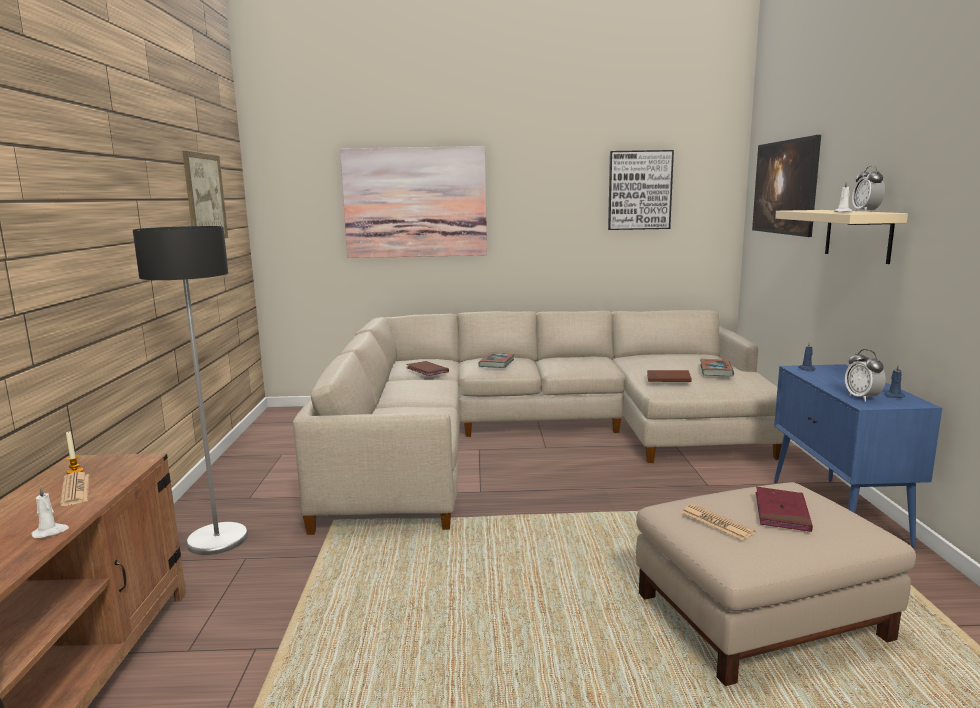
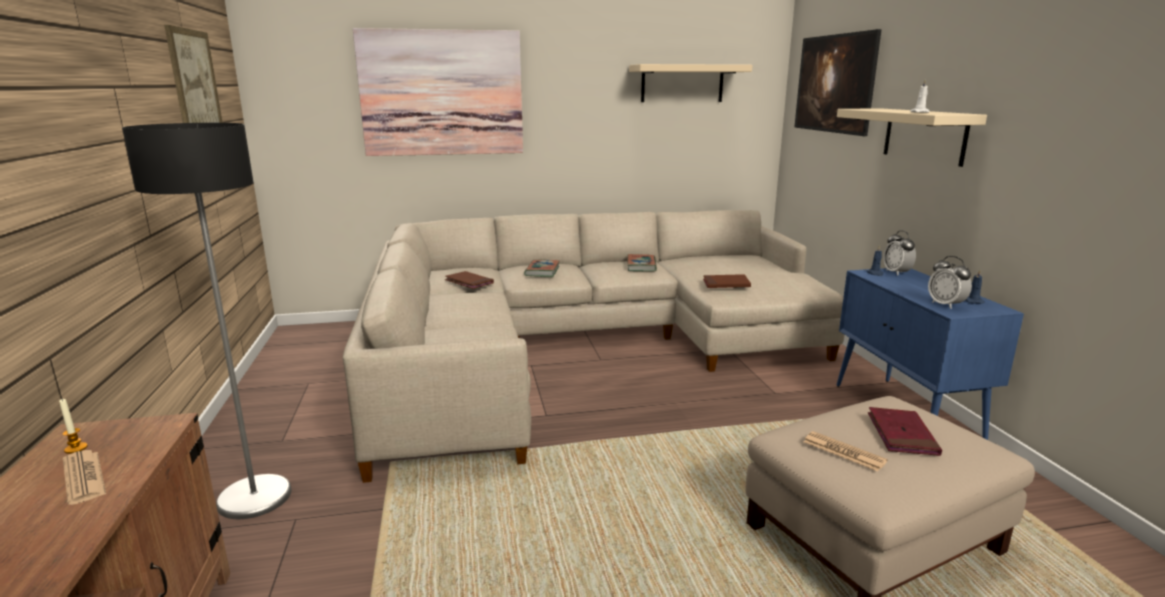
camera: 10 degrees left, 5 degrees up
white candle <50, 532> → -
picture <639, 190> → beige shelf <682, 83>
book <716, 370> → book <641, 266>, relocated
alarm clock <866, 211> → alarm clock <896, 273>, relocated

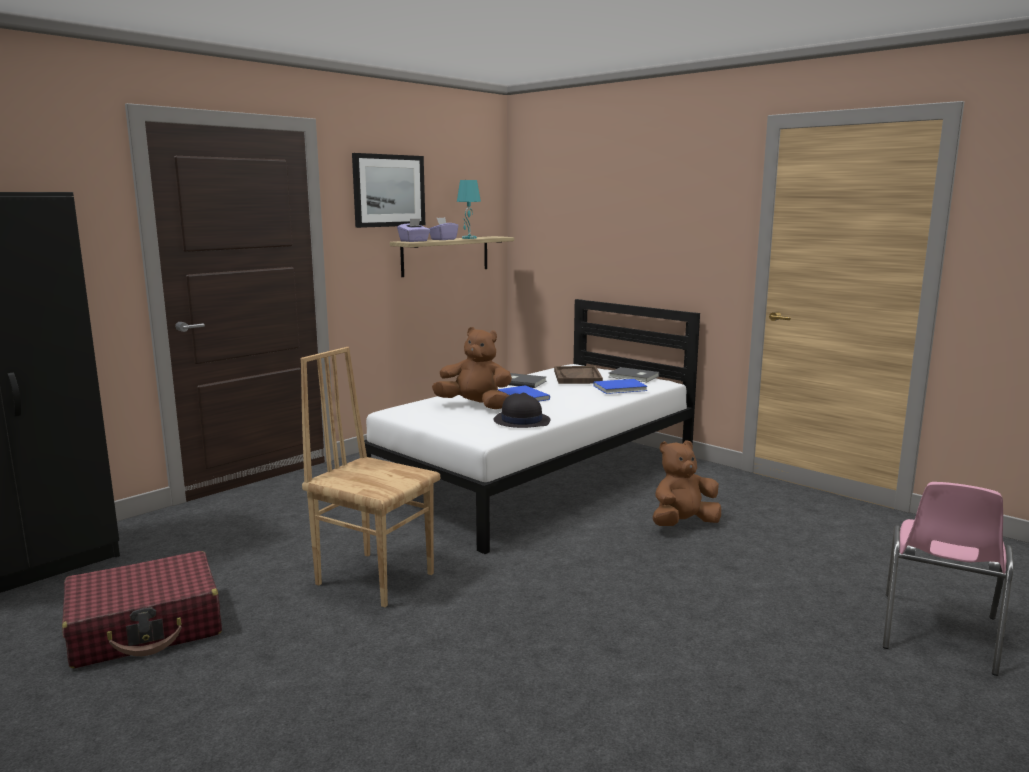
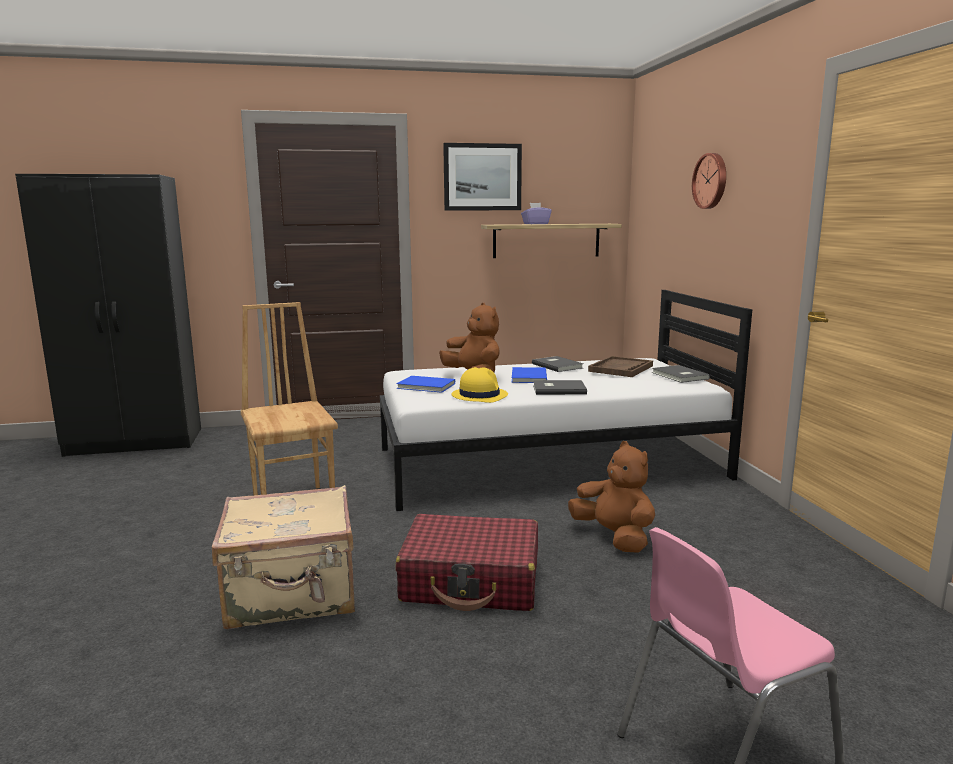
camera: 35 degrees right, 0 degrees up
red suitcase <146, 627> → red suitcase <471, 581>, relocated
purple tissue box <414, 241> → -
turquoise table lamp <469, 238> → -
black hat <521, 421> → yellow hat <479, 395>
blue book <621, 388> → blue book <426, 386>, relocated
brown plush toy <683, 524> → brown plush toy <614, 537>, 45 degrees clockwise
- → beige suitcase <293, 595>
- → grey book <558, 389>
- → wall clock <711, 181>

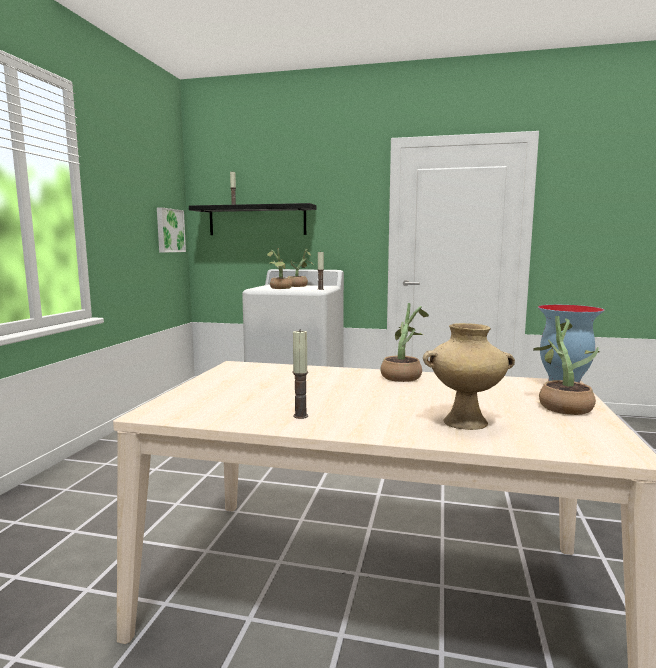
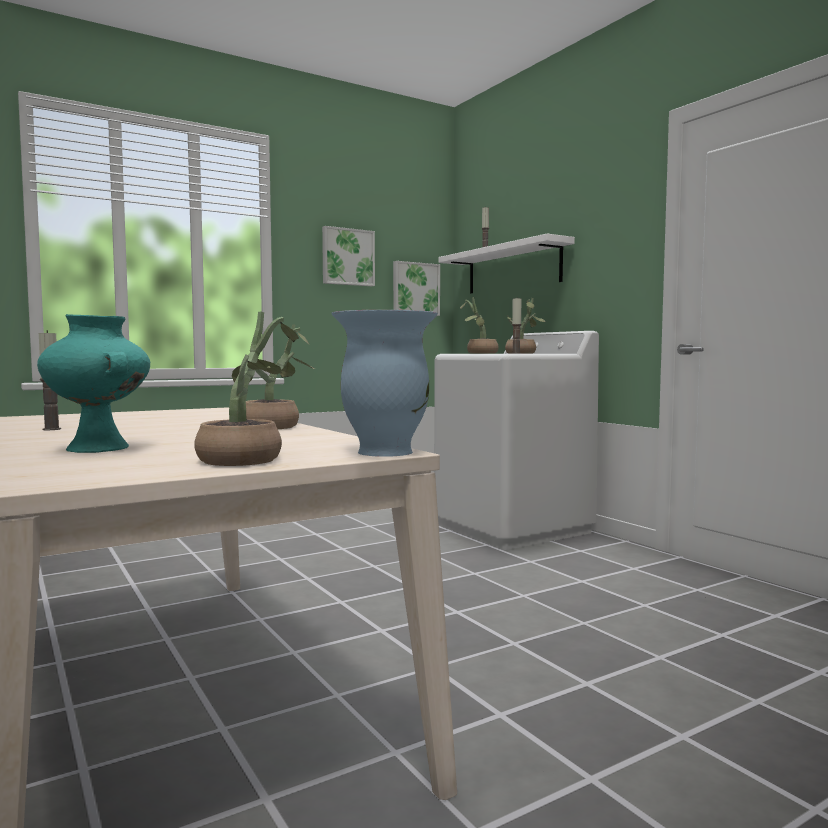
camera: 45 degrees right, 5 degrees down
black shelf <257, 220> → white shelf <513, 268>
beige vase <466, 422> → turquoise vase <100, 448>
- → picture <347, 257>

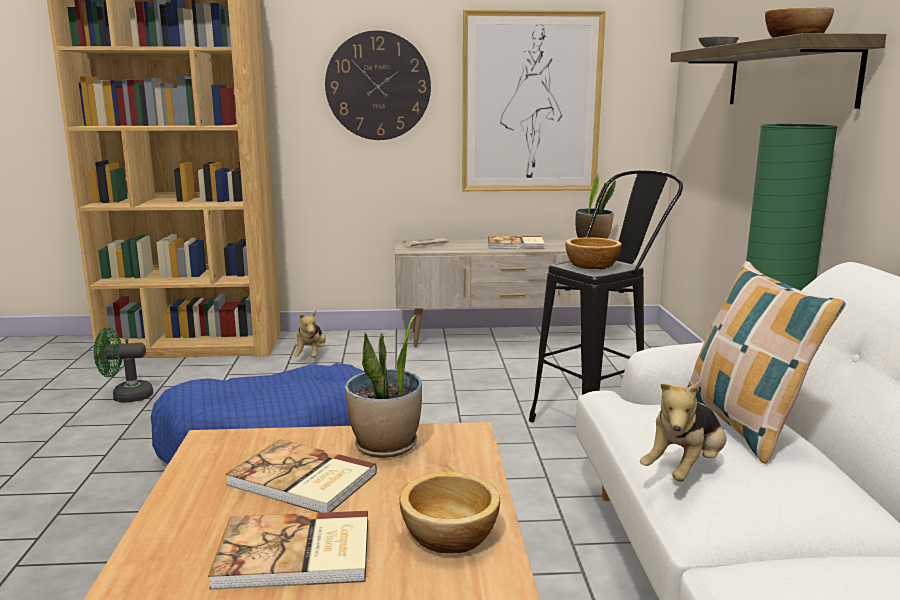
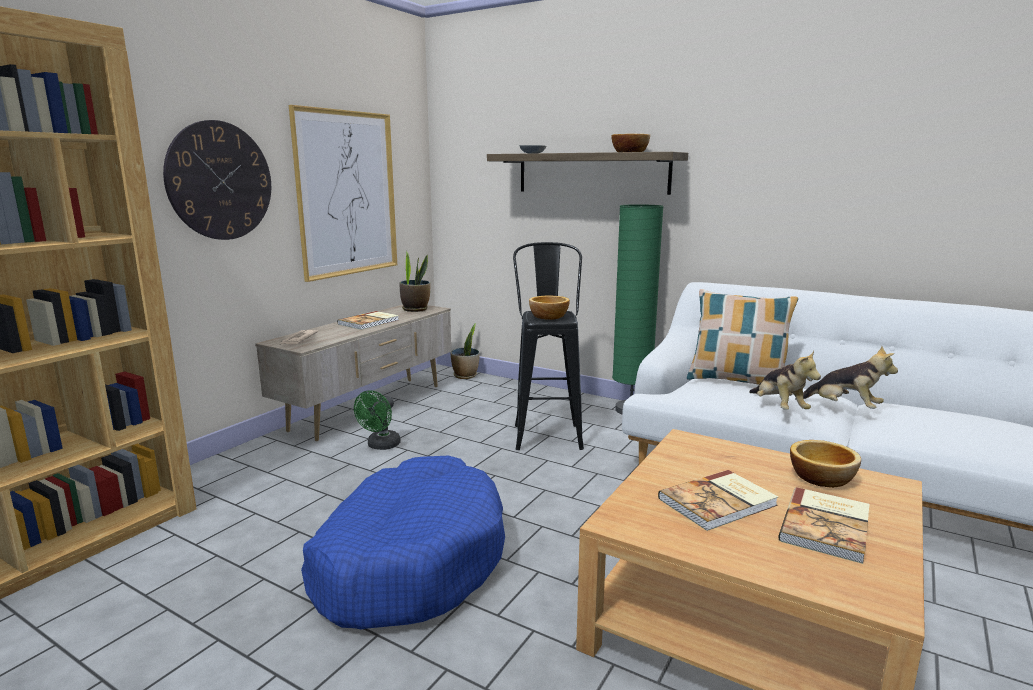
camera: 55 degrees left, 0 degrees up
green fan <126, 396> → green fan <381, 446>, relocated
plush toy <311, 356> → plush toy <844, 407>, relocated
potted plant <386, 446> → potted plant <465, 376>, relocated

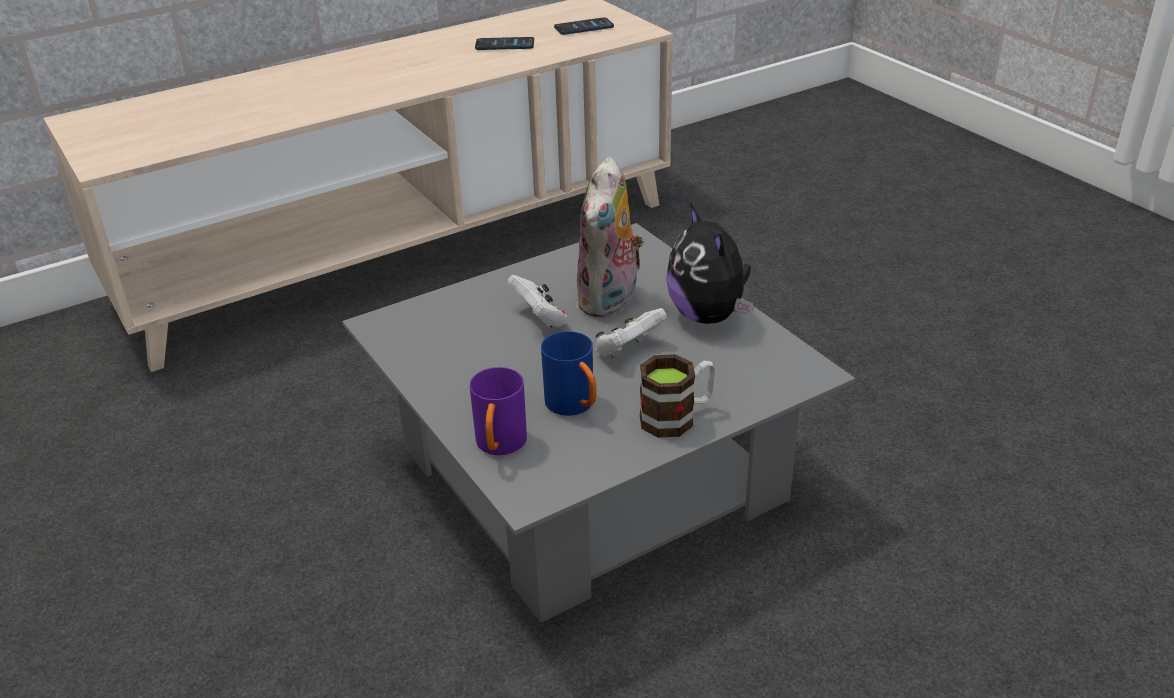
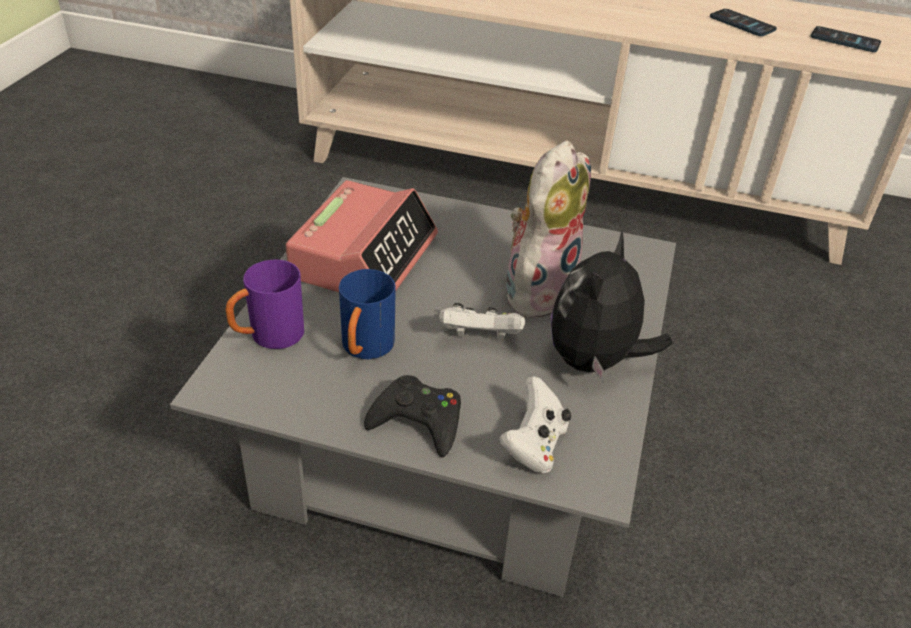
camera: 45 degrees right, 5 degrees up
white game controller <540, 319> → white game controller <534, 445>, relocated
plush toy <610, 301> → plush toy <538, 290>, 150 degrees clockwise
mug <677, 416> → black game controller <418, 421>
- → alarm clock <365, 256>

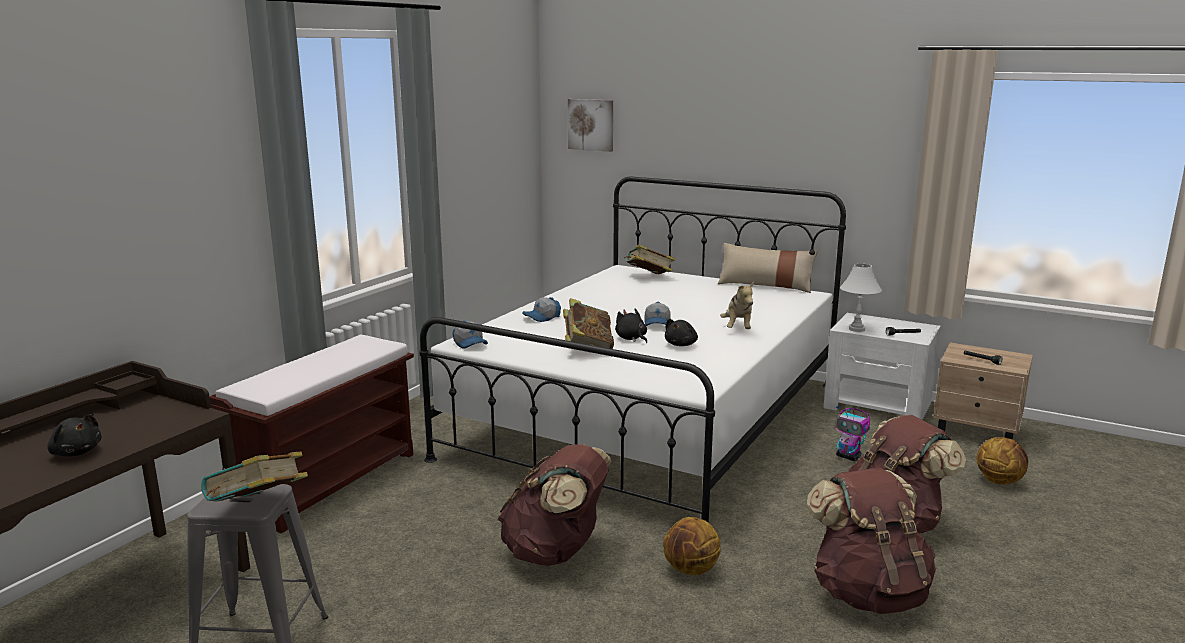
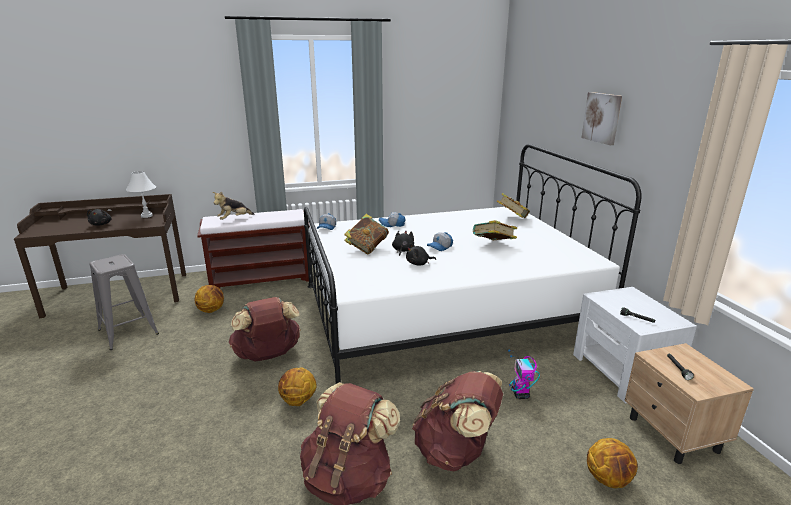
camera: 45 degrees right, 5 degrees up
book <258, 508> → book <493, 245>, relocated
picture <591, 124> → picture <602, 118>, relocated
beige pillow <765, 286> → -
plush toy <737, 328> → plush toy <234, 219>, relocated
white table lamp <857, 329> → white table lamp <146, 216>, relocated
- → basketball <211, 310>

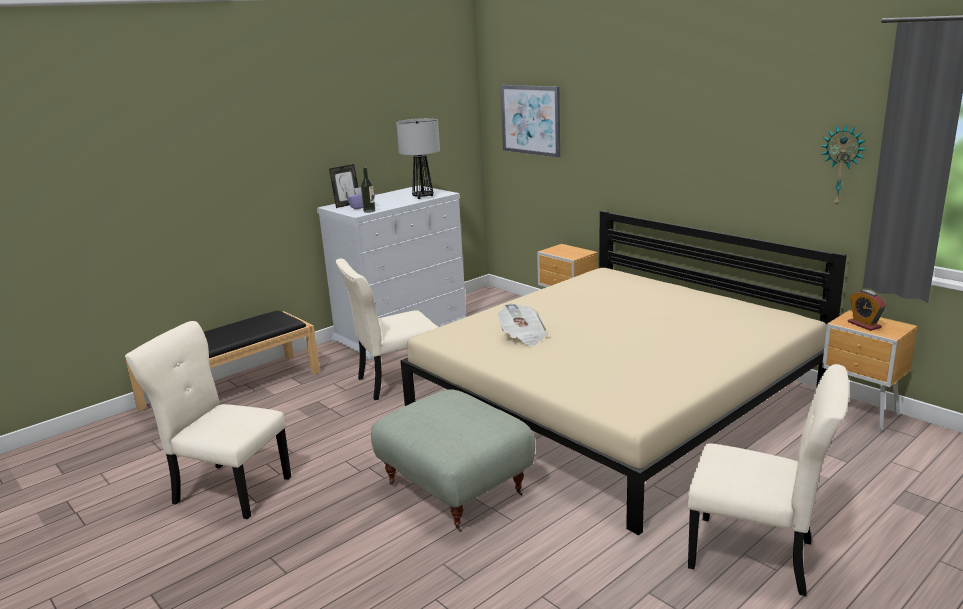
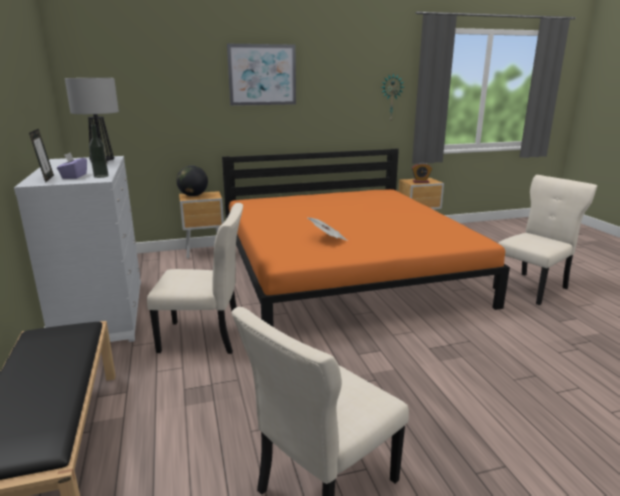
camera: 65 degrees left, 0 degrees up
beige chair <395, 382> → beige chair <205, 338>, 90 degrees counterclockwise
grey ottoman <456, 488> → -
beige bed <616, 401> → orange bed <344, 272>
picture <530, 120> → picture <262, 75>, relocated
- → globe <193, 195>

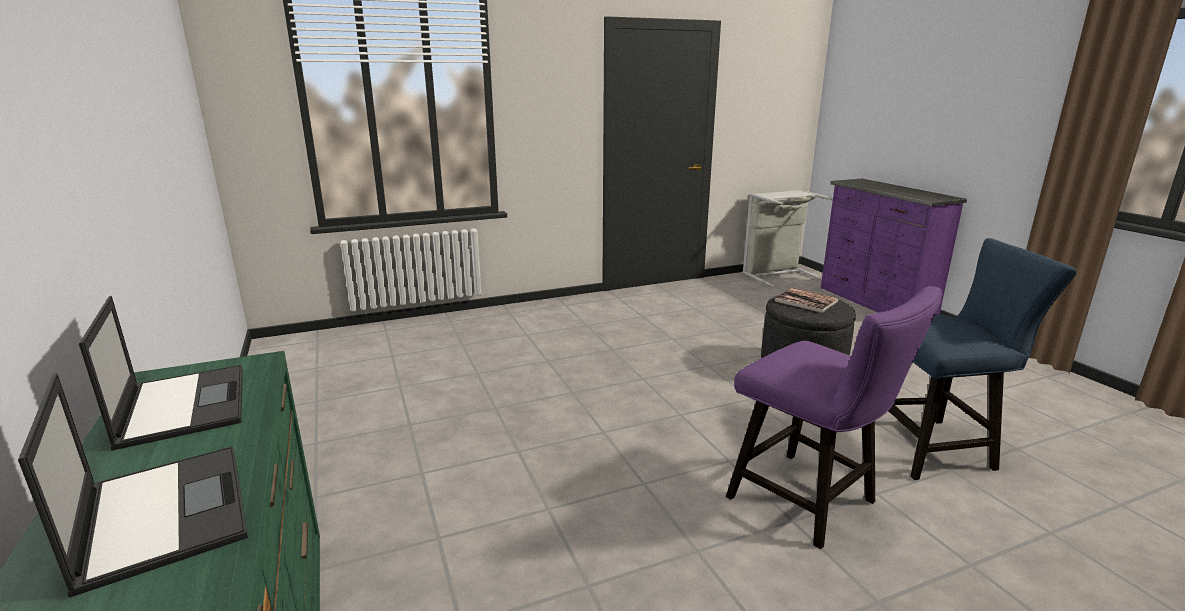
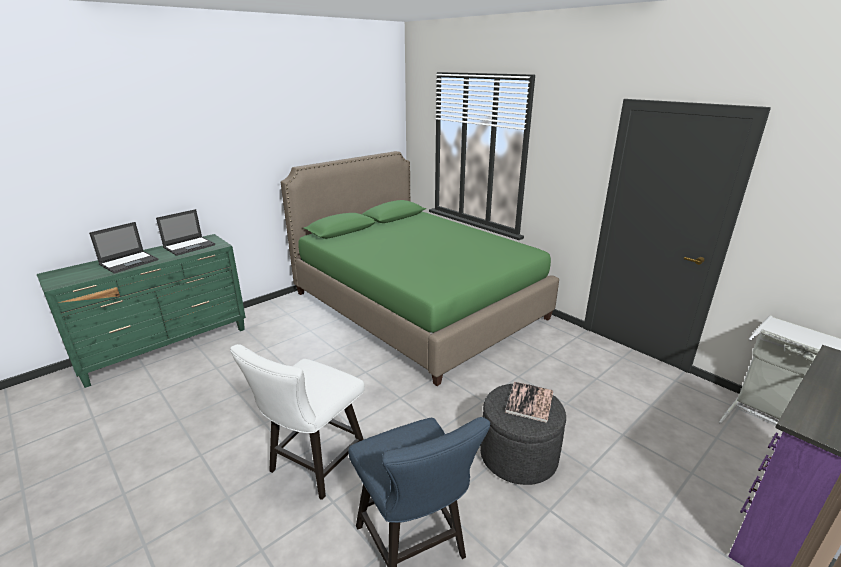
camera: 70 degrees right, 5 degrees up
purple chair <811, 504> → white chair <313, 466>
- → green bed <417, 305>

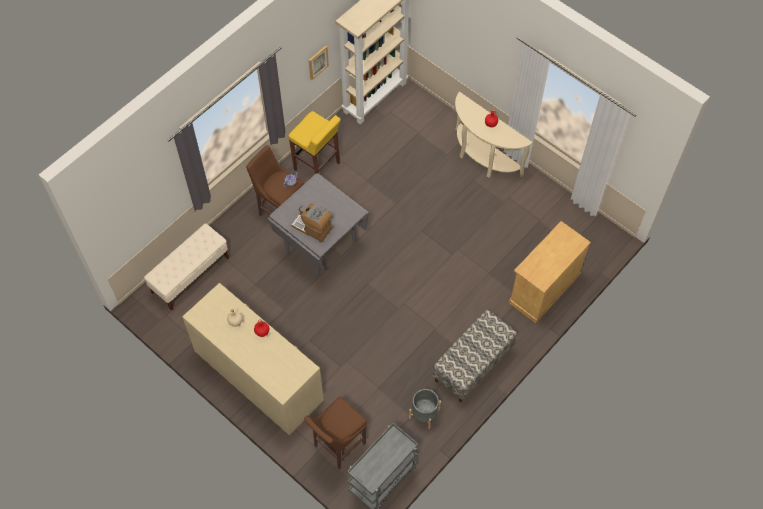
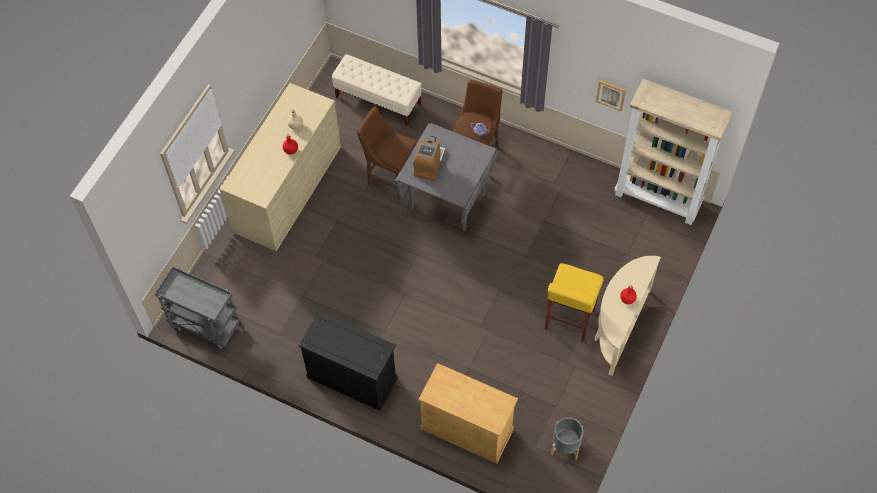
camera: 75 degrees right, 0 degrees up
yellow stool <317, 167> → yellow stool <569, 320>, relocated
brown stool <337, 446> → brown stool <390, 178>, relocated
grey planter <424, 414> → grey planter <566, 445>, relocated
bench <473, 365> → black cabinet <352, 377>

